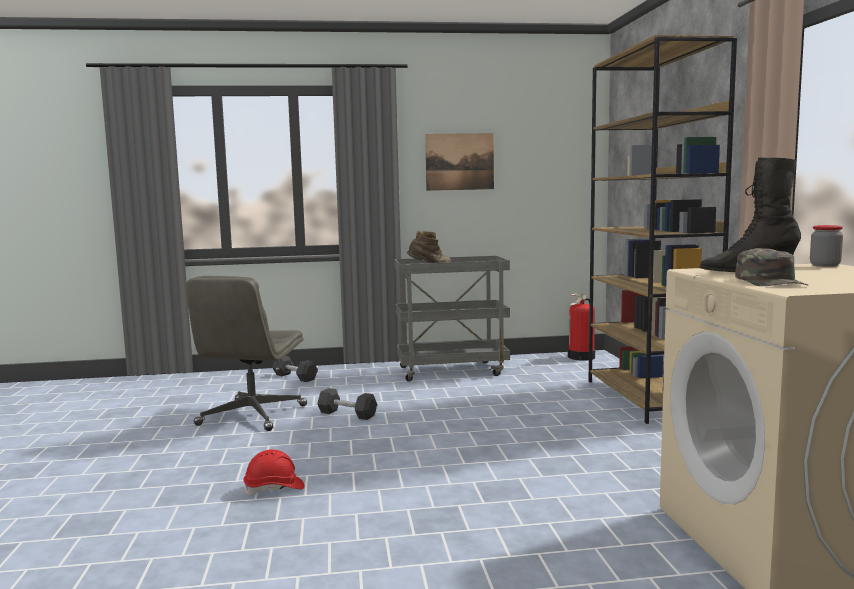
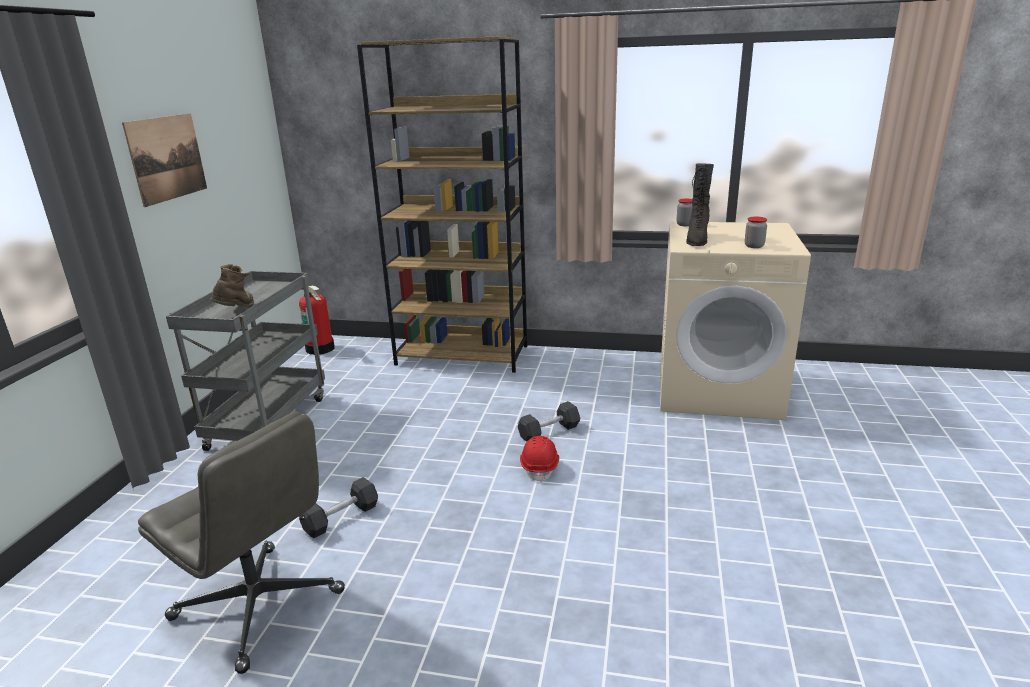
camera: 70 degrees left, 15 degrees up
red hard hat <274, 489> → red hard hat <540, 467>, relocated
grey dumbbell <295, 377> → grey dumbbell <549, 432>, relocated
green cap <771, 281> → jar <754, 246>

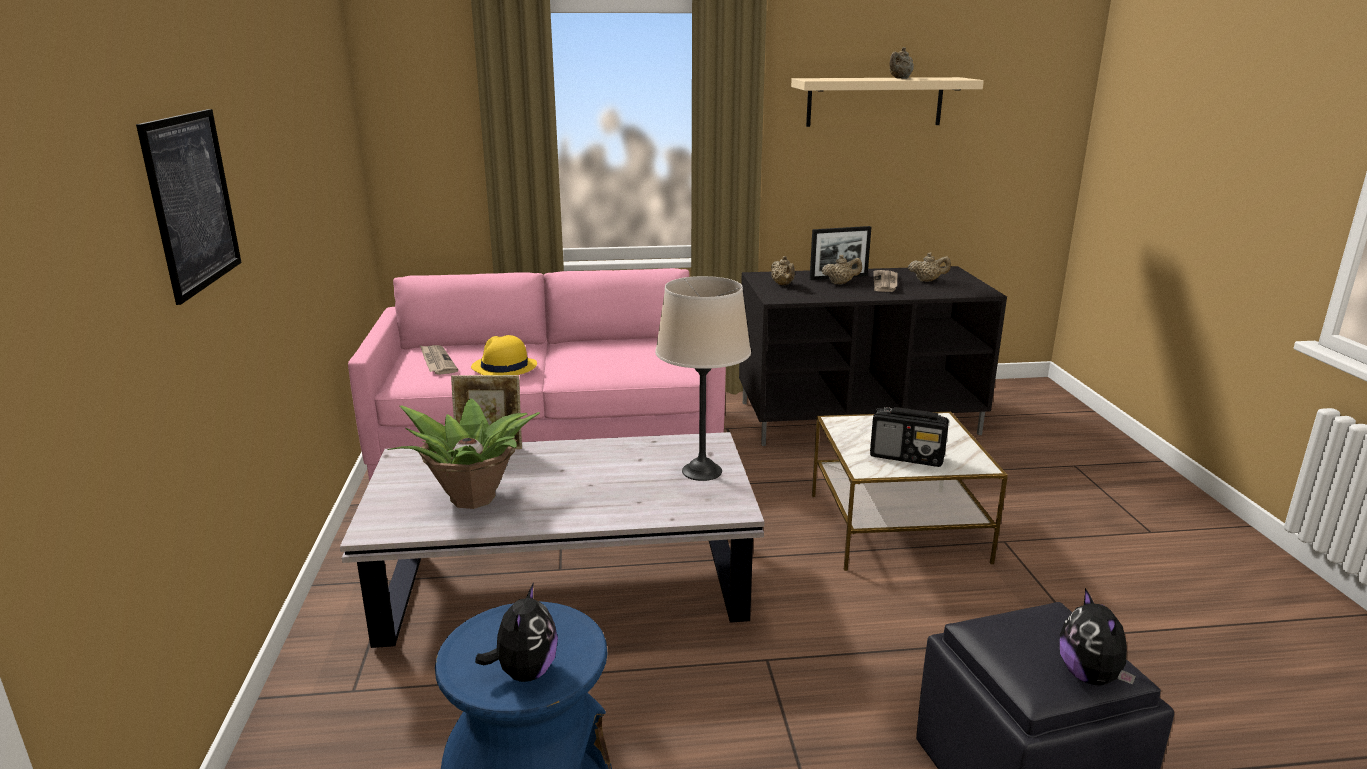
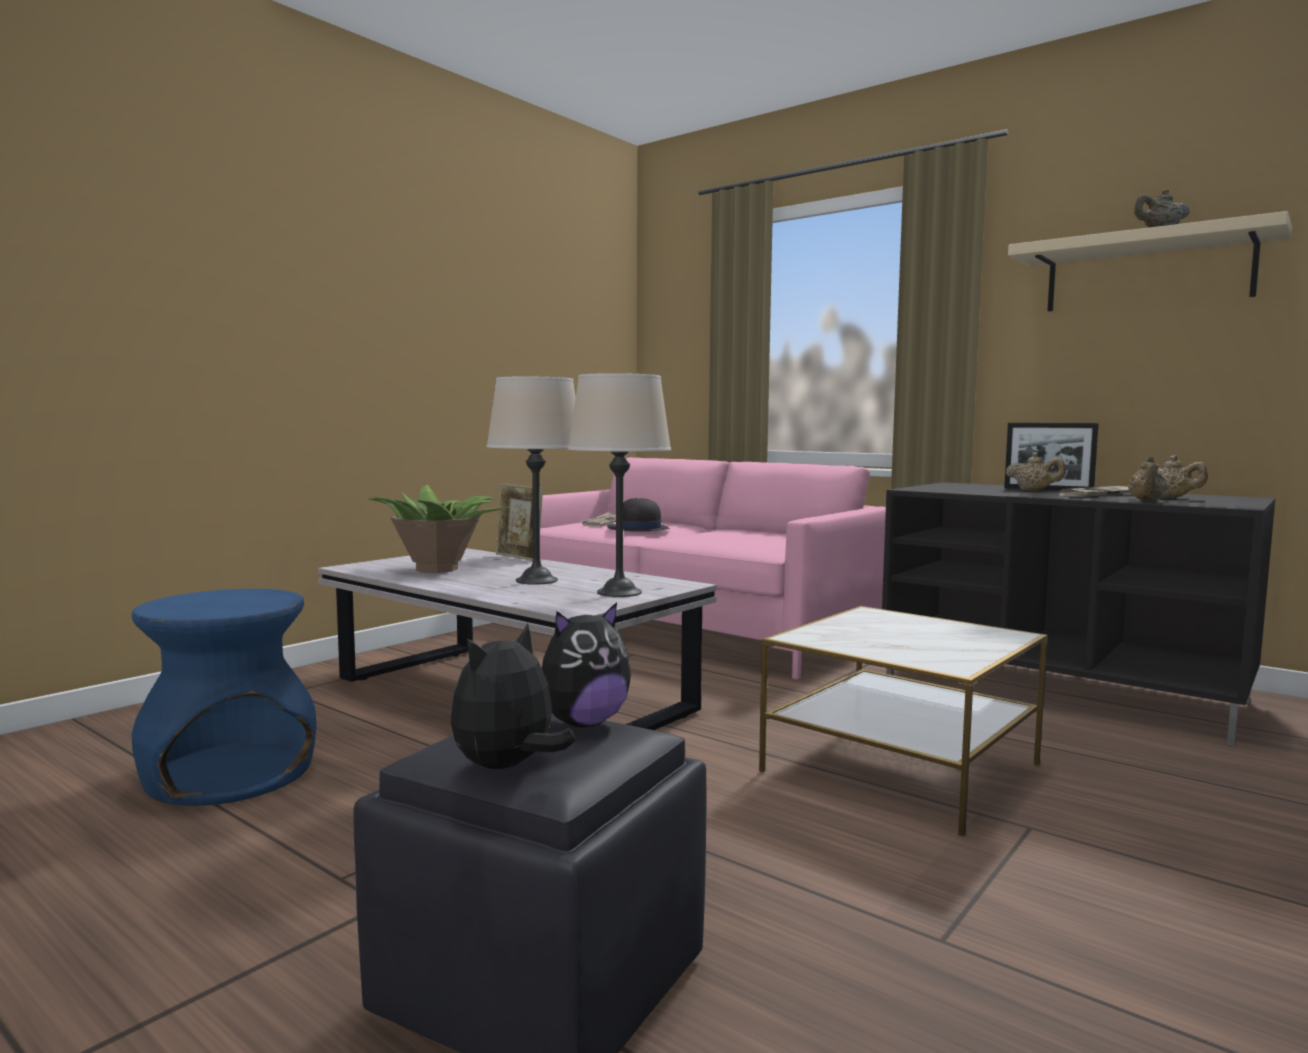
camera: 45 degrees right, 15 degrees down
picture <192, 202> → -
yellow hat <504, 367> → black hat <638, 529>
plush toy <525, 672> → plush toy <582, 723>, relocated
beige teapot <783, 285> → beige teapot <1146, 501>, relocated
radio <907, 457> → -
- → beige table lamp <537, 580>

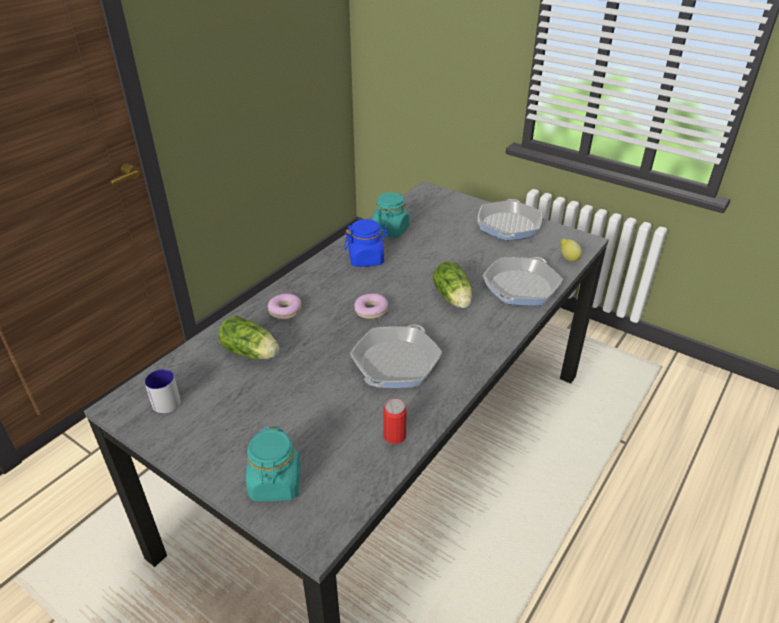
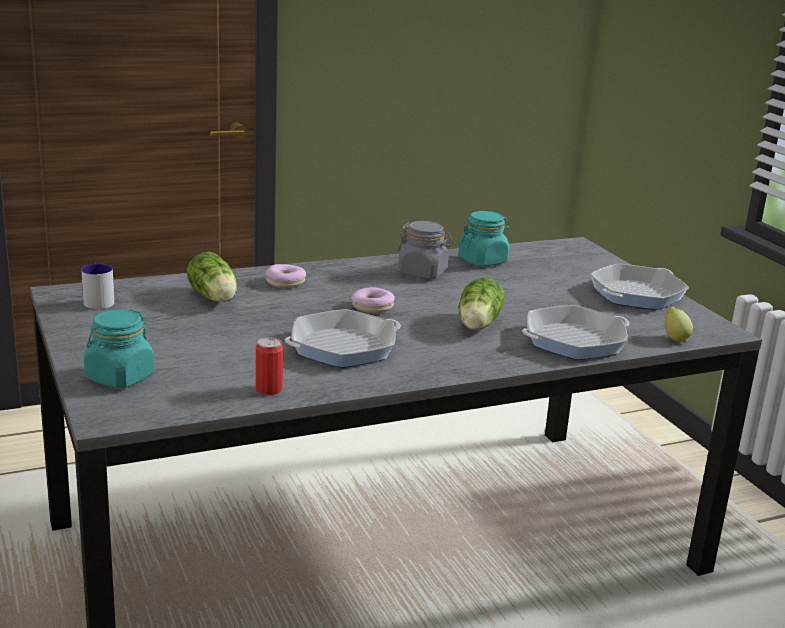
camera: 30 degrees right, 15 degrees down
blue jar <366, 259> → grey jar <423, 273>

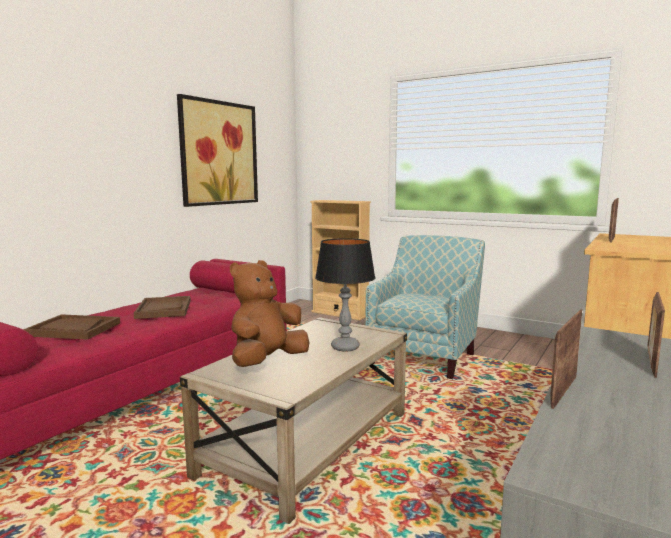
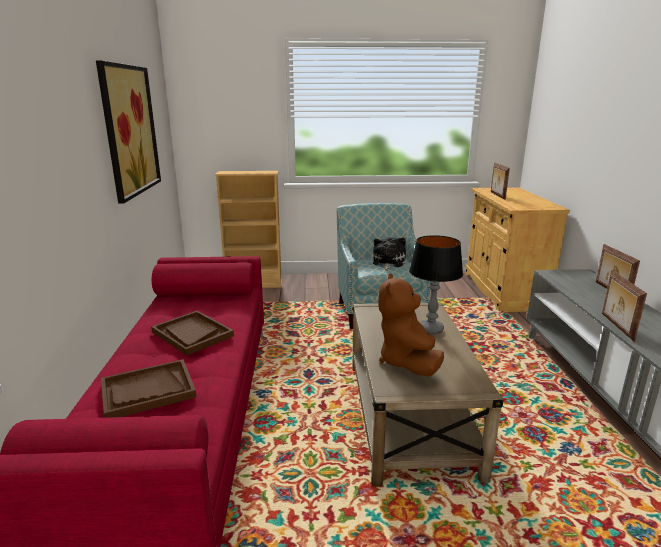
camera: 35 degrees left, 10 degrees up
- → plush toy <388, 263>

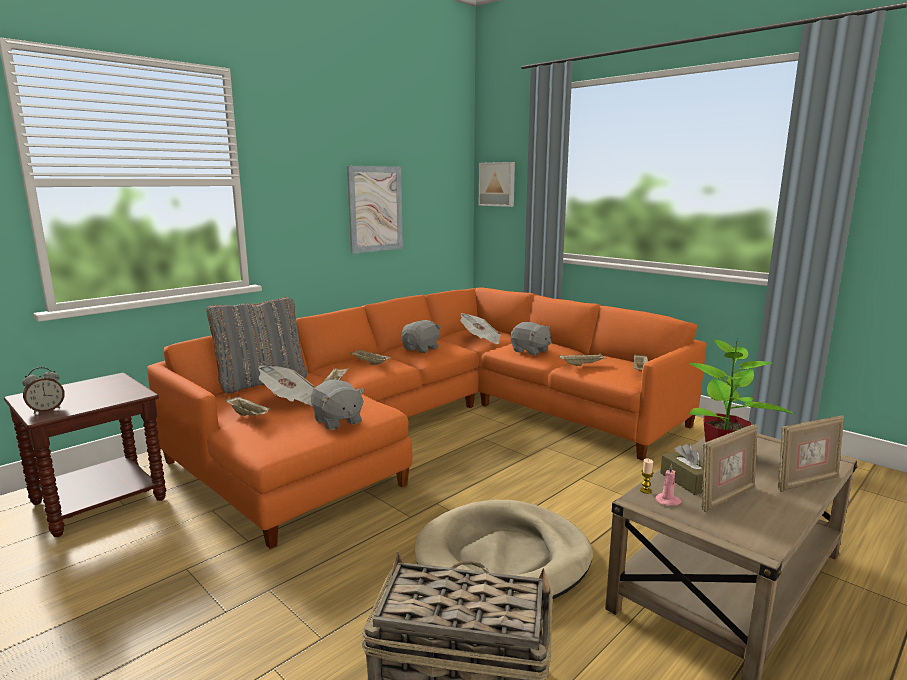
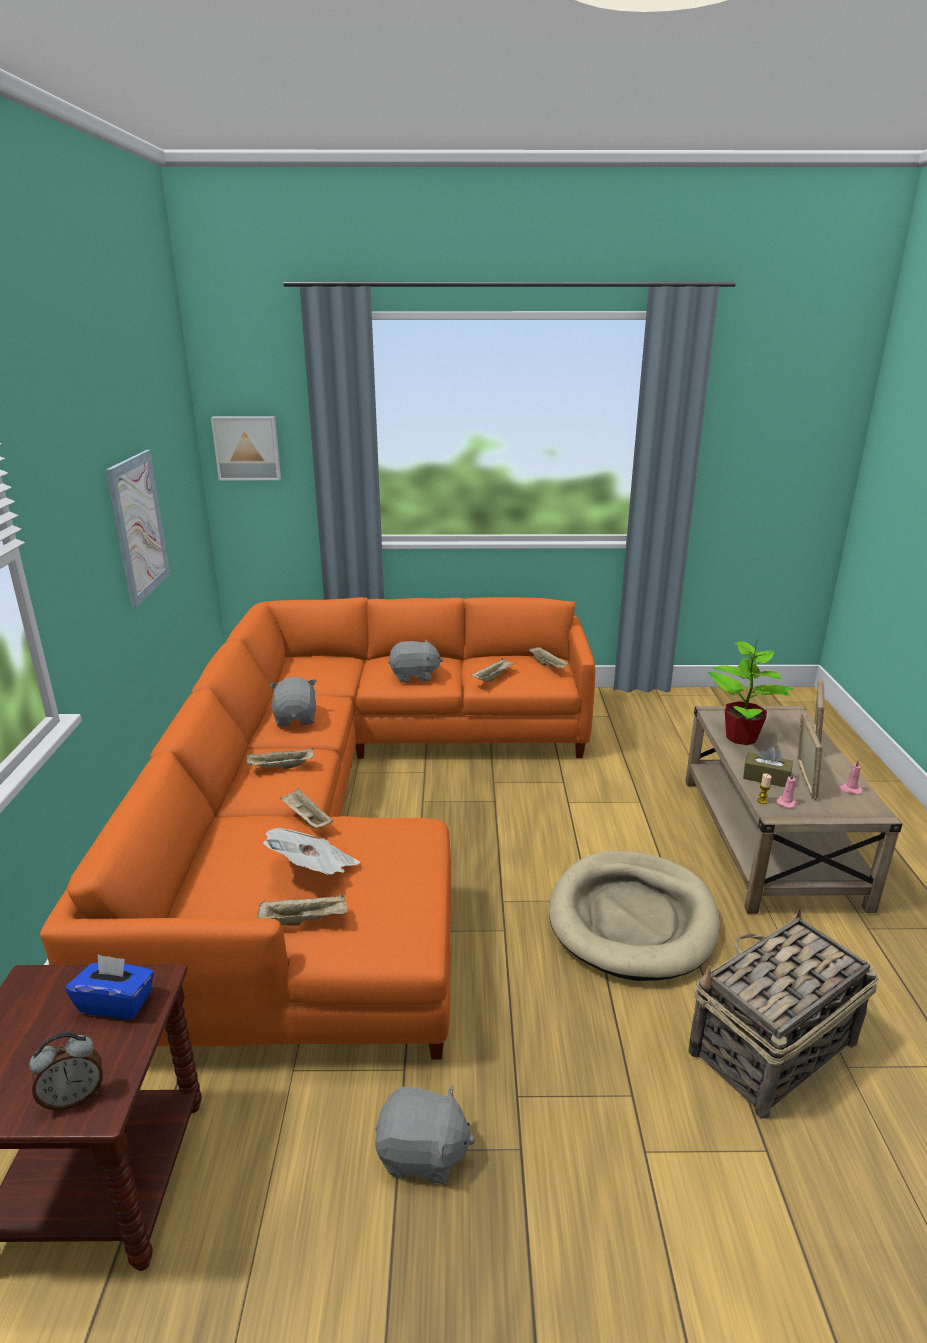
camera: 45 degrees left, 10 degrees up
alarm clock <46, 410> → alarm clock <74, 1097>, 60 degrees clockwise
grey pillow <262, 382> → -
grey plush toy <337, 421> → grey plush toy <422, 1154>, relocated
newspaper <481, 340> → -
- → blue tissue box <117, 1003>
- → pink candle <849, 790>

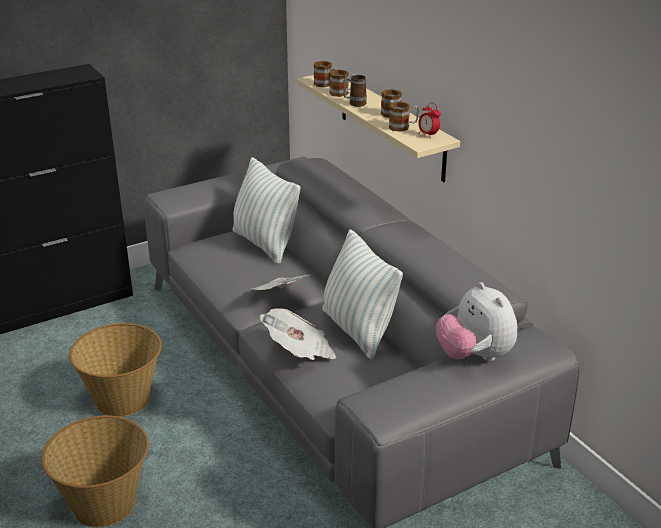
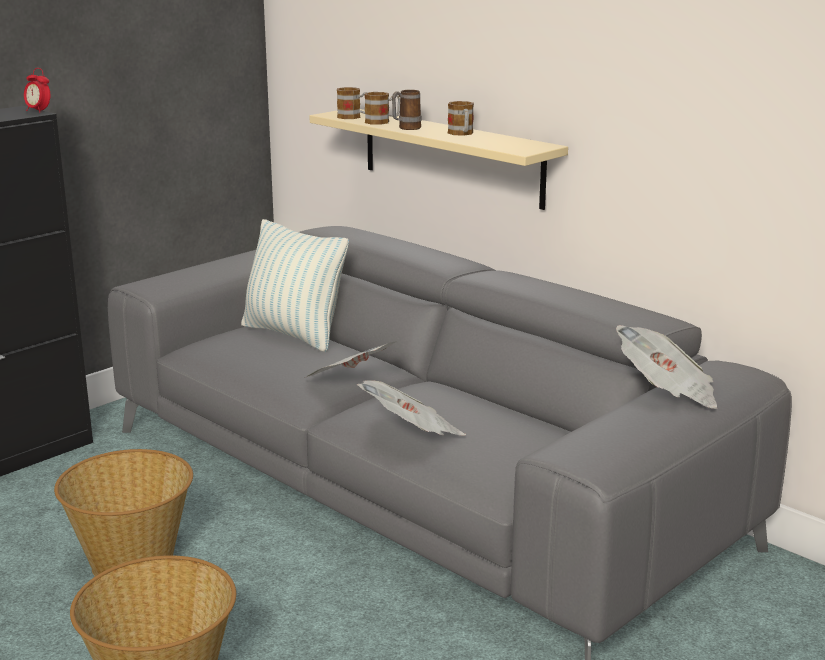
camera: 15 degrees left, 10 degrees down
pillow <358, 330> → -
mug <403, 127> → -
alarm clock <428, 135> → alarm clock <39, 111>, relocated
plush toy <474, 356> → newspaper <667, 393>

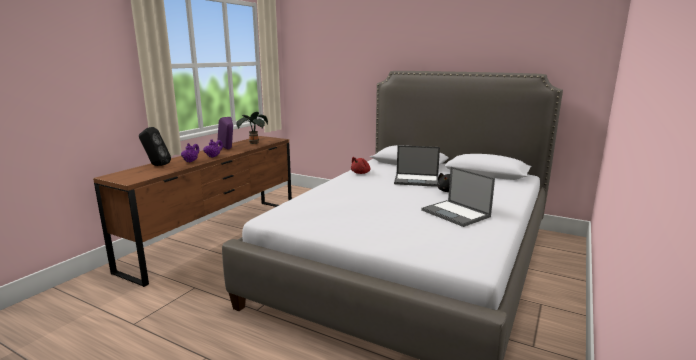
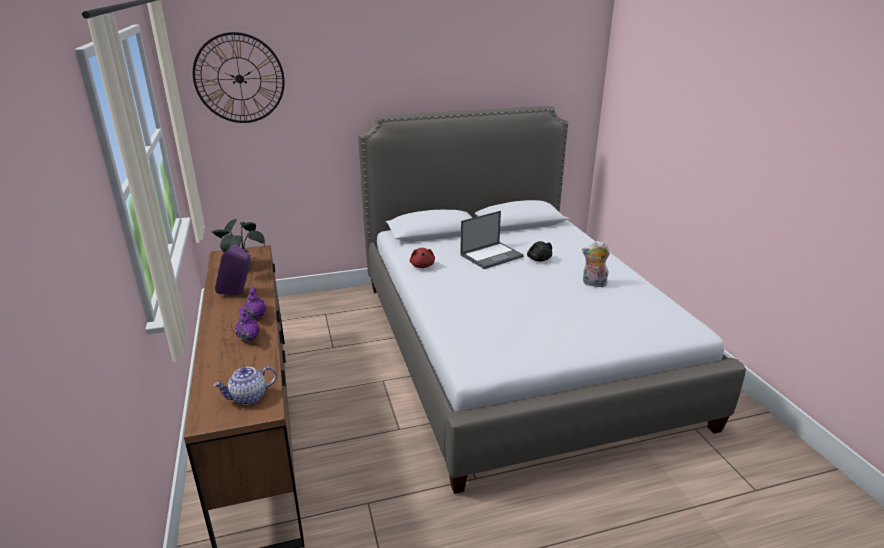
camera: 45 degrees left, 10 degrees up
black speaker <156, 165> → -
laptop <456, 213> → plush toy <593, 284>
- → wall clock <239, 78>
- → teapot <248, 397>

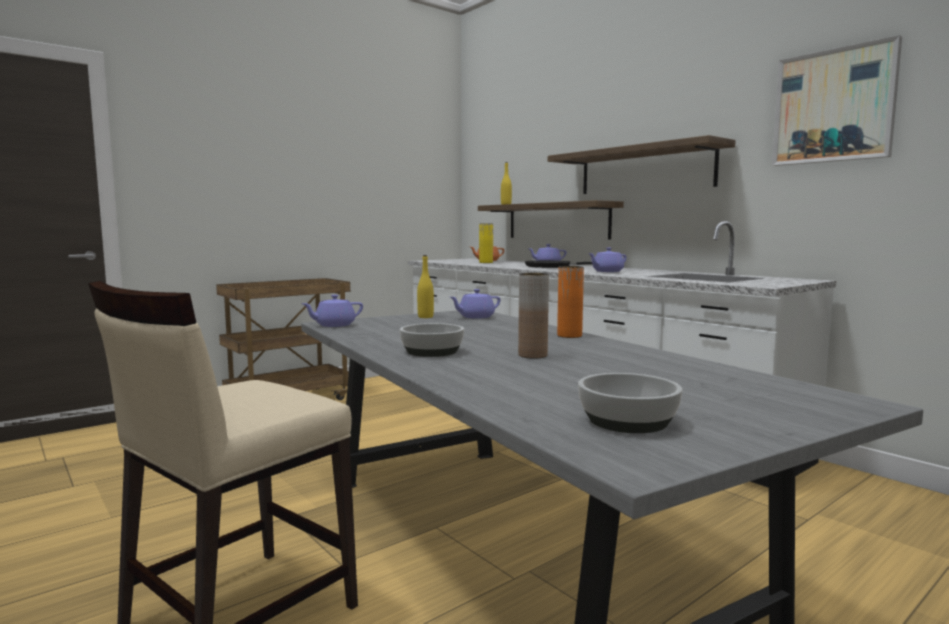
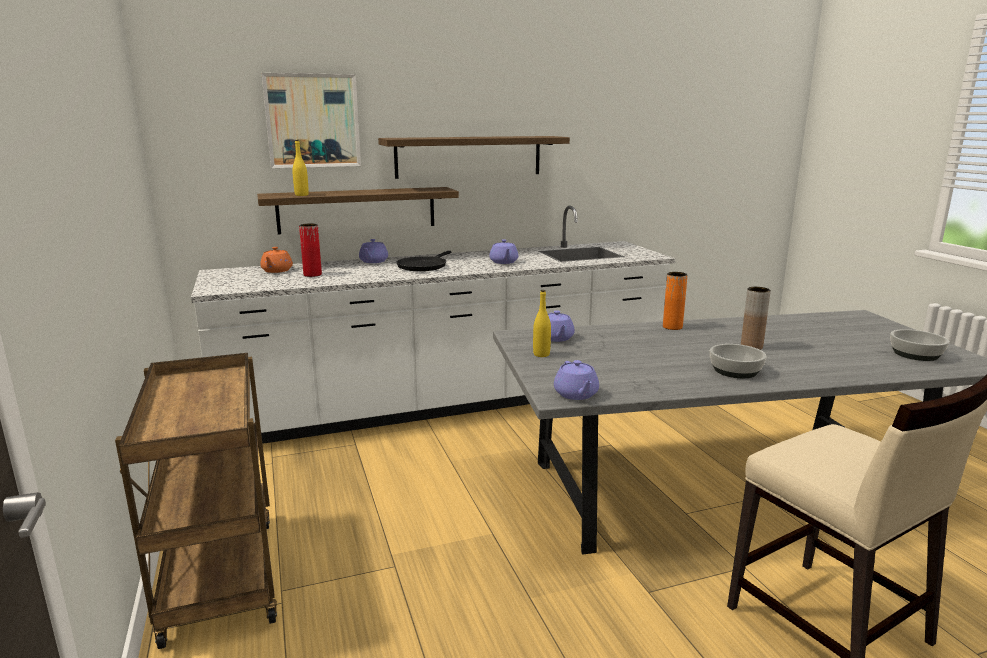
camera: 70 degrees left, 10 degrees up
yellow vase <486, 262> → red vase <312, 275>
picture <833, 106> → picture <312, 121>, relocated

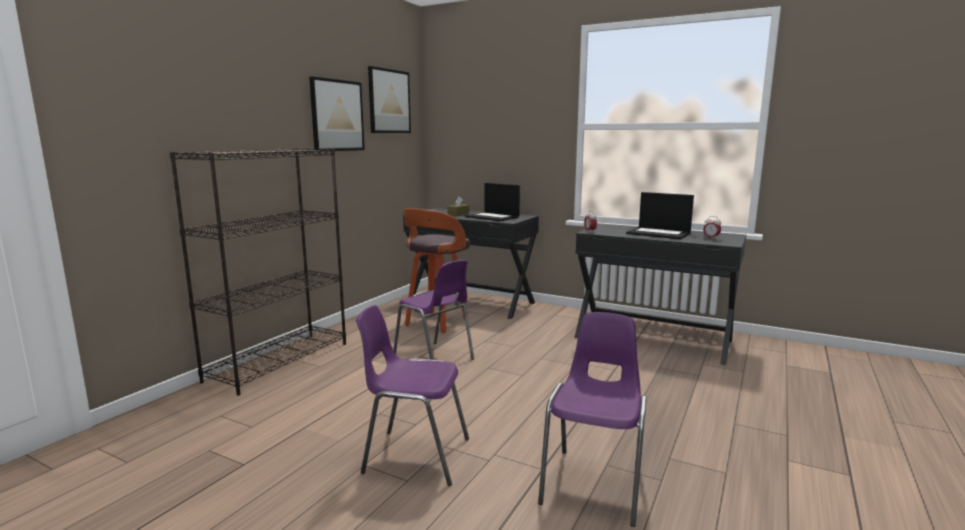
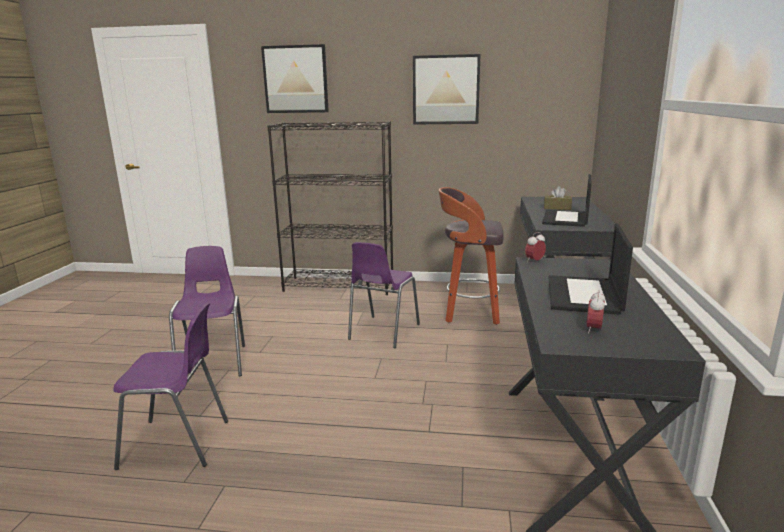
camera: 70 degrees right, 5 degrees up
picture <389, 101> → picture <295, 79>, relocated

